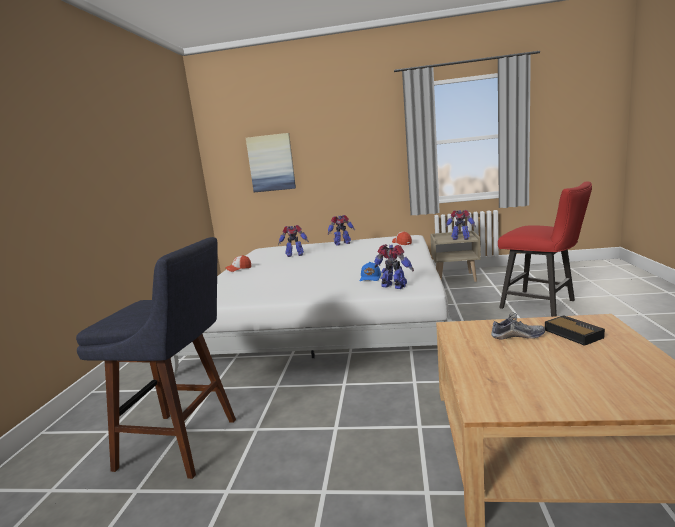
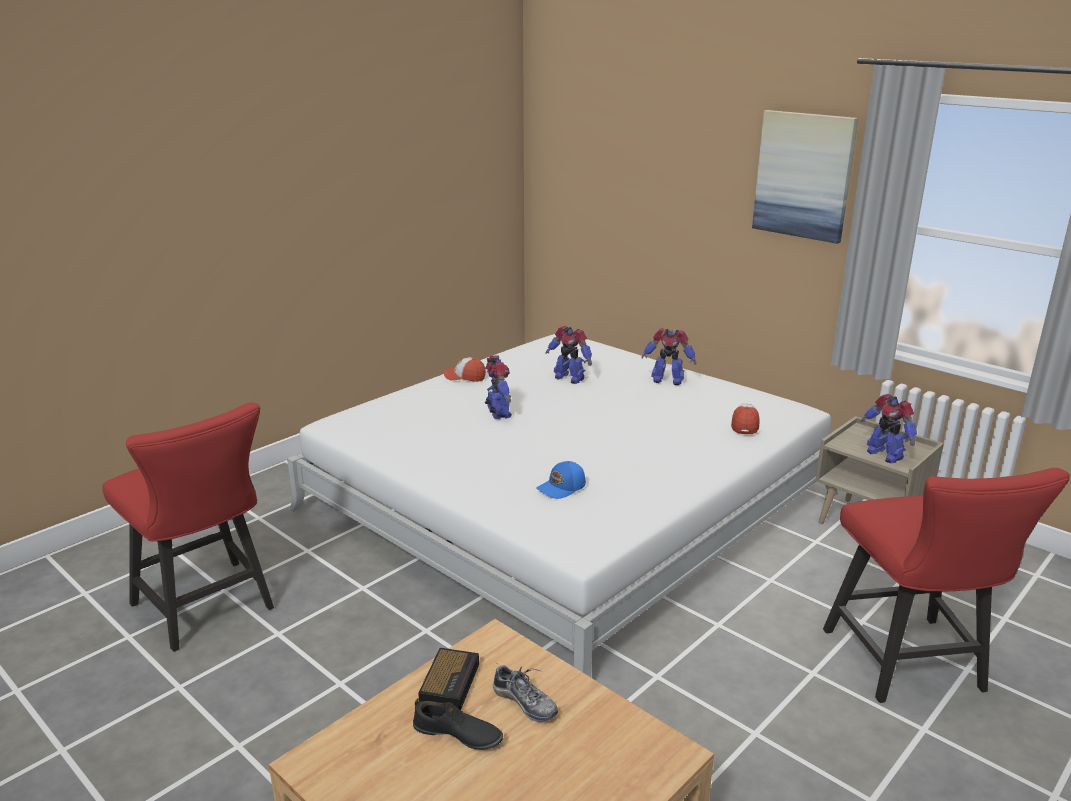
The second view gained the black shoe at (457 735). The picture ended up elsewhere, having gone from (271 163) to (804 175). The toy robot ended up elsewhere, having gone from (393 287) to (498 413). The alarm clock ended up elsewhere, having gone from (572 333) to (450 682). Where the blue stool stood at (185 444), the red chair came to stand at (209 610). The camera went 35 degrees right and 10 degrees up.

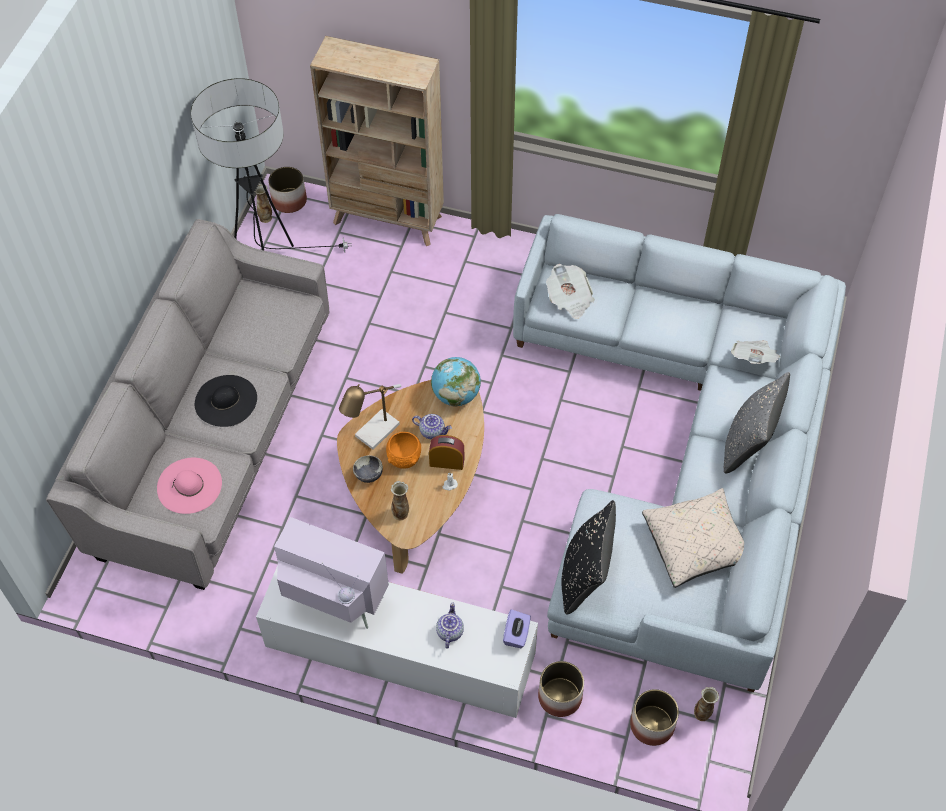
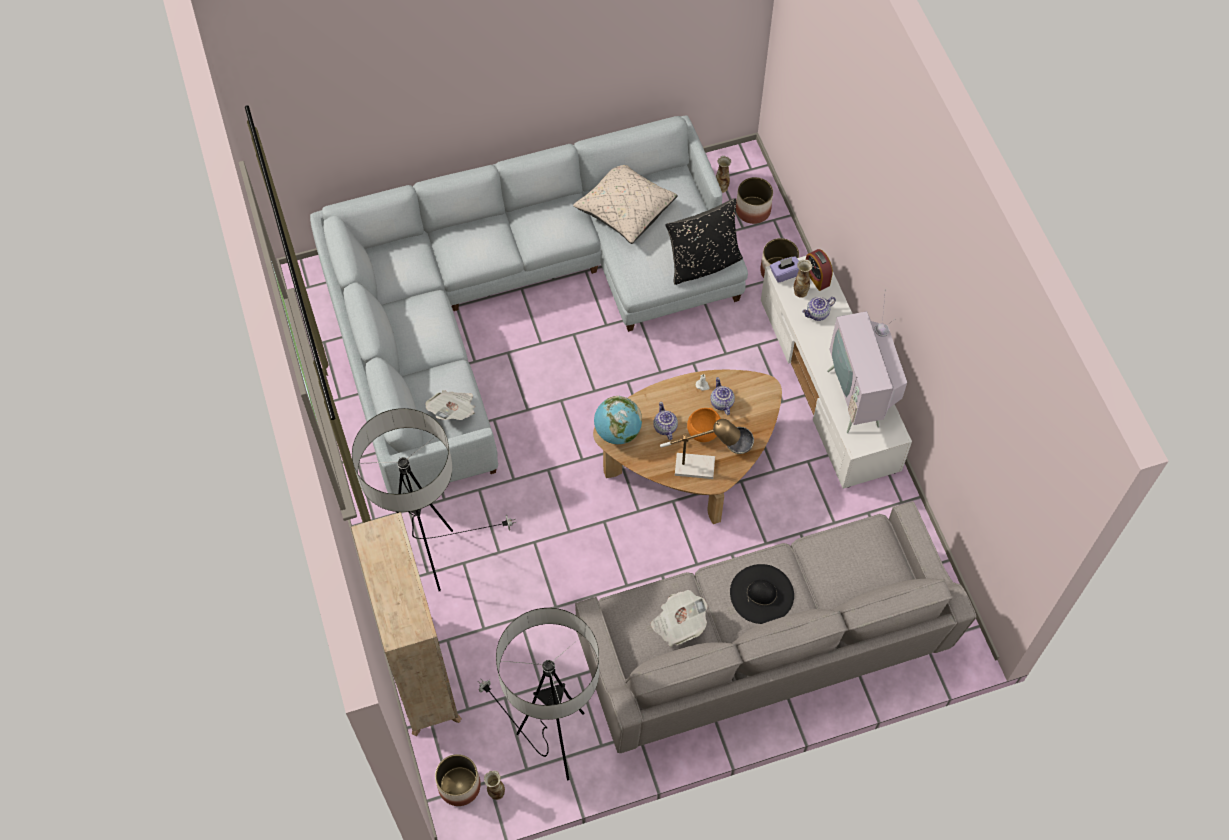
The second view lost the pink hat at (189 485). The second view lost the grey pillow at (747 444). The second view gained the floor lamp at (431 558). The second view gained the teapot at (721 402). The vase ended up elsewhere, having gone from (401 513) to (800 291). The alarm clock ended up elsewhere, having gone from (447 462) to (816 277). The newspaper ended up elsewhere, having gone from (753 359) to (678 623). The camera went 125 degrees left and 5 degrees up.

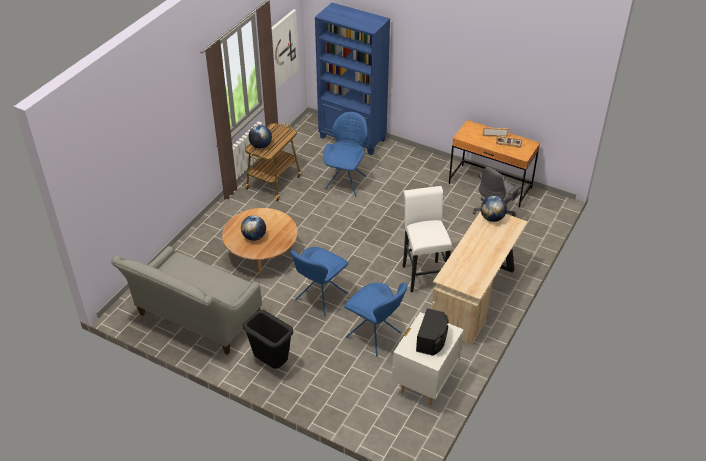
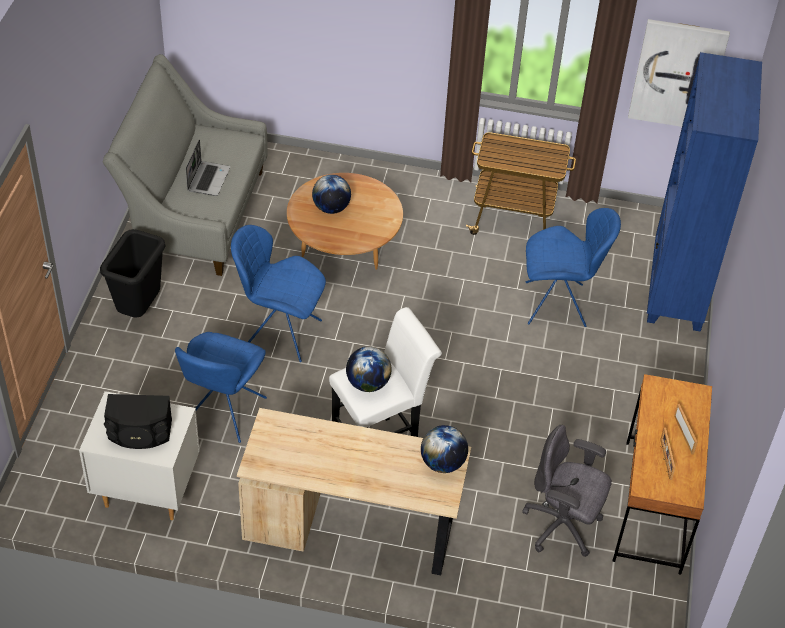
The second view gained the laptop at (208 179). The globe ended up elsewhere, having gone from (261 146) to (368 383). The camera went 70 degrees right and 5 degrees up.

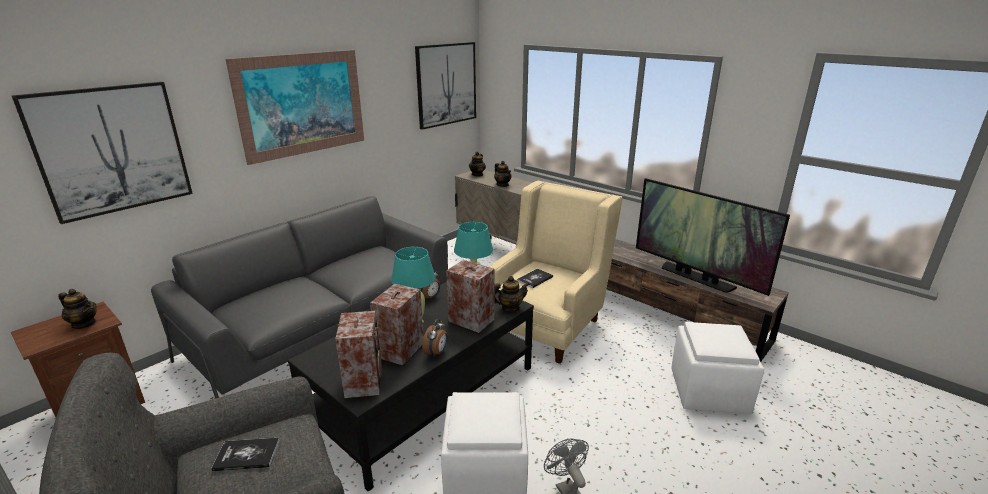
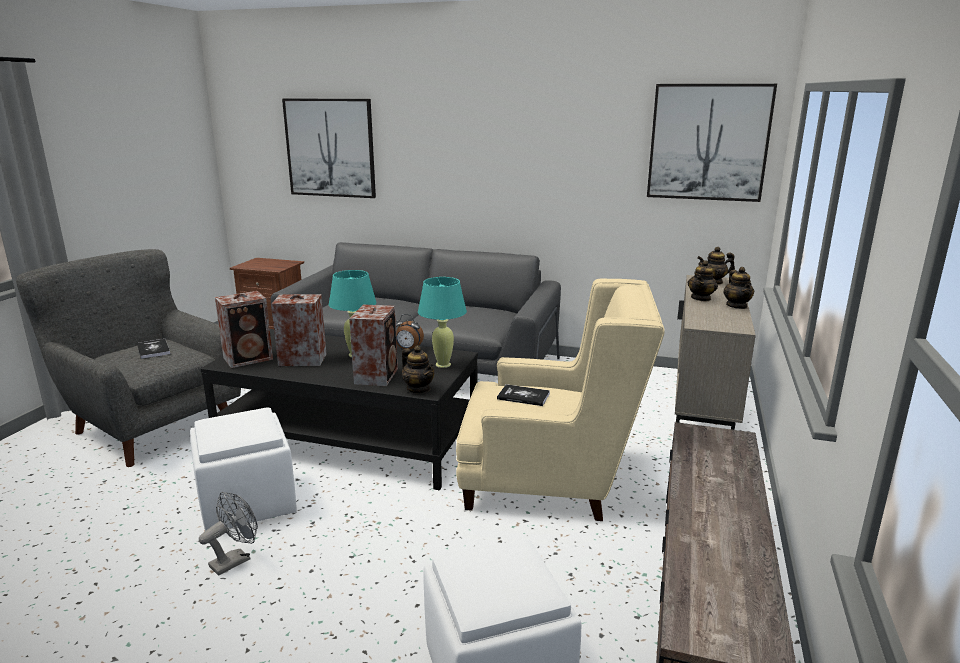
The second view lost the picture at (302 104). The second view lost the alarm clock at (436 353). The second view lost the television at (696 277). The teapot ended up elsewhere, having gone from (84 324) to (737 306). The camera went 65 degrees right and 5 degrees down.

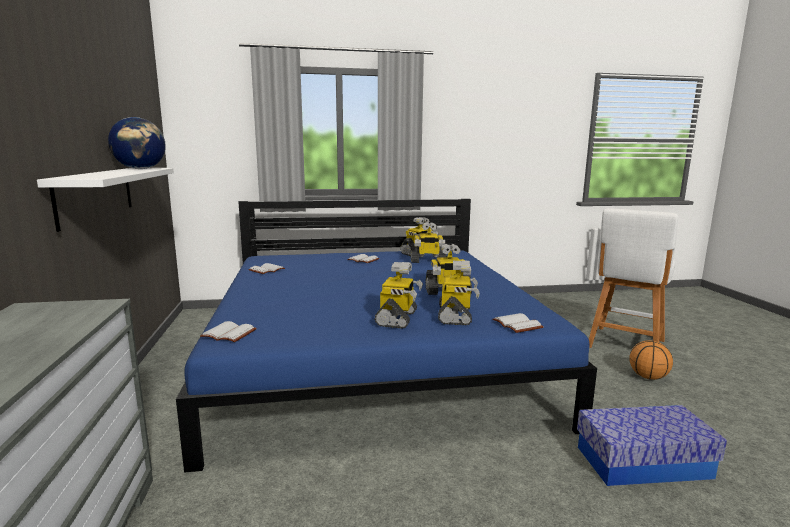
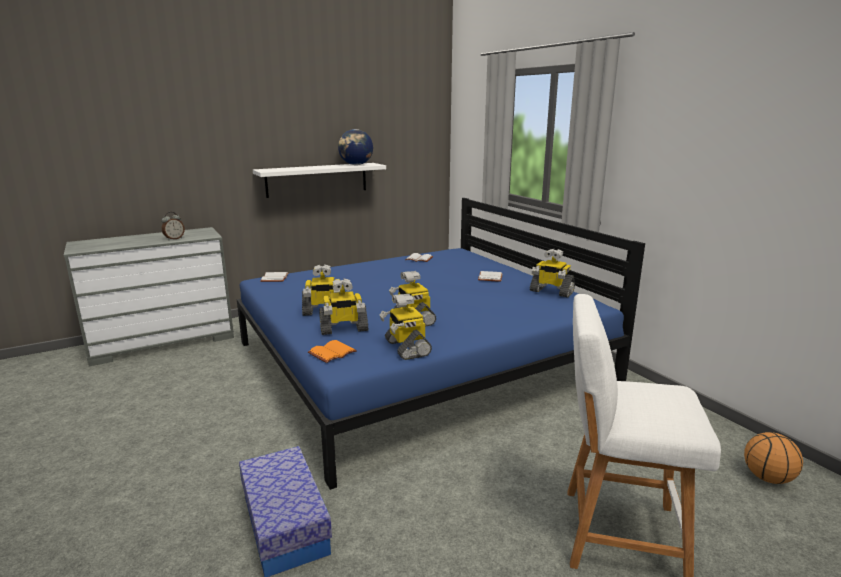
The second view gained the alarm clock at (174 239). The toy robot ended up elsewhere, having gone from (427 261) to (406 348). The basketball ended up elsewhere, having gone from (648 377) to (768 478). What was the white book at (515 324) turned into the orange book at (332 352). The camera went 70 degrees right and 5 degrees up.

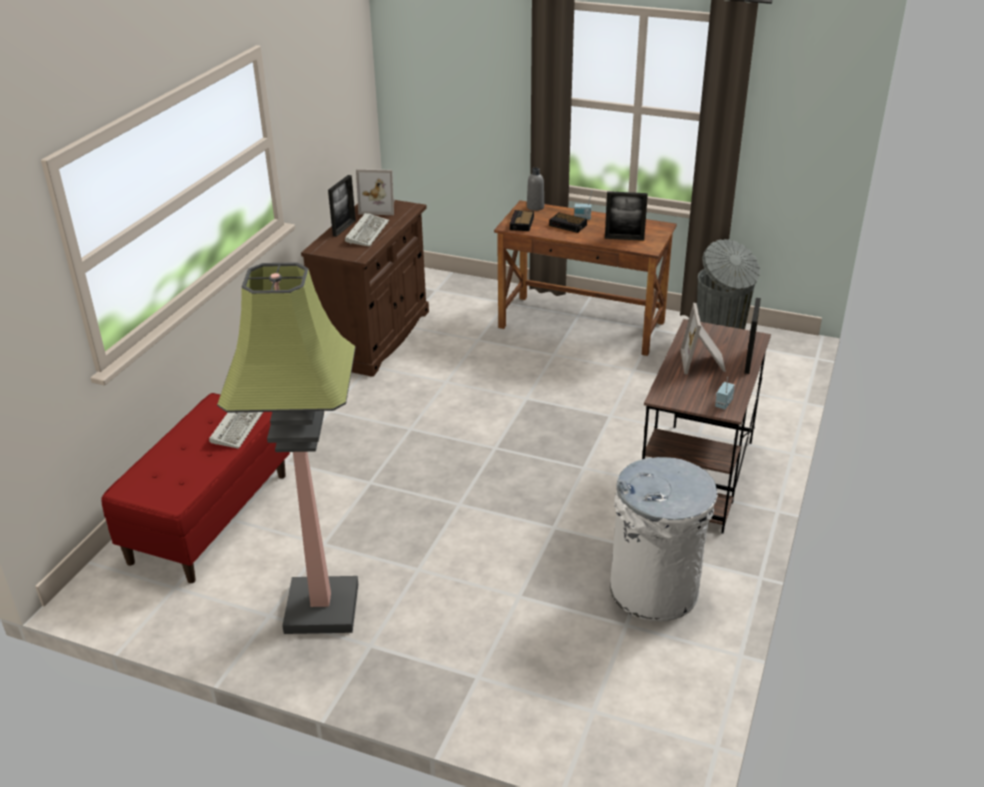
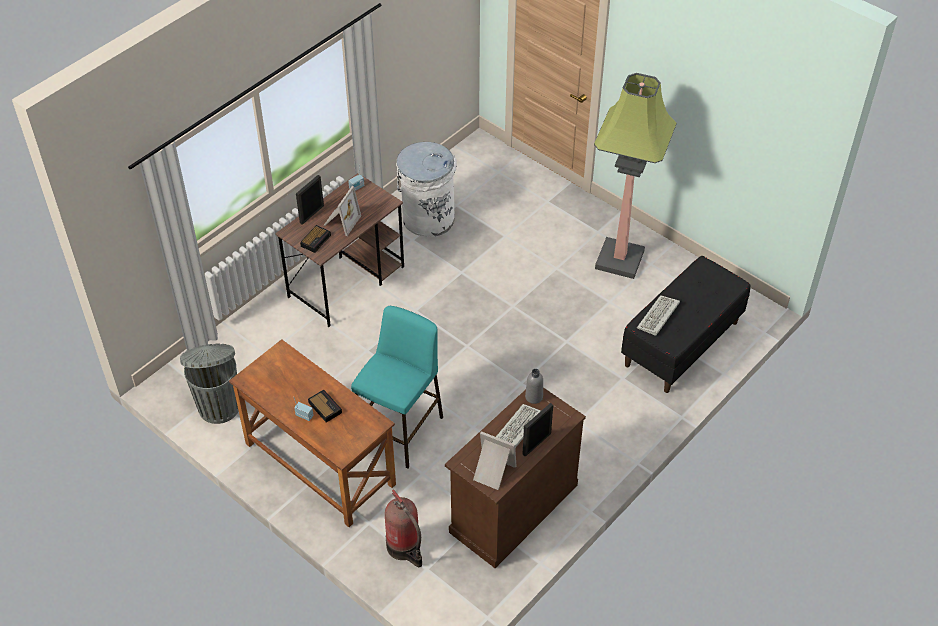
The second view lost the picture frame at (624 238). The second view gained the turquoise stool at (401 430). The second view gained the fire extinguisher at (405 547). The alarm clock ended up elsewhere, having gone from (521 224) to (316 240). The grey bottle ended up elsewhere, having gone from (535 207) to (534 397). What was the red bench at (209 517) turned into the black bench at (681 344). The camera went 160 degrees left and 15 degrees up.

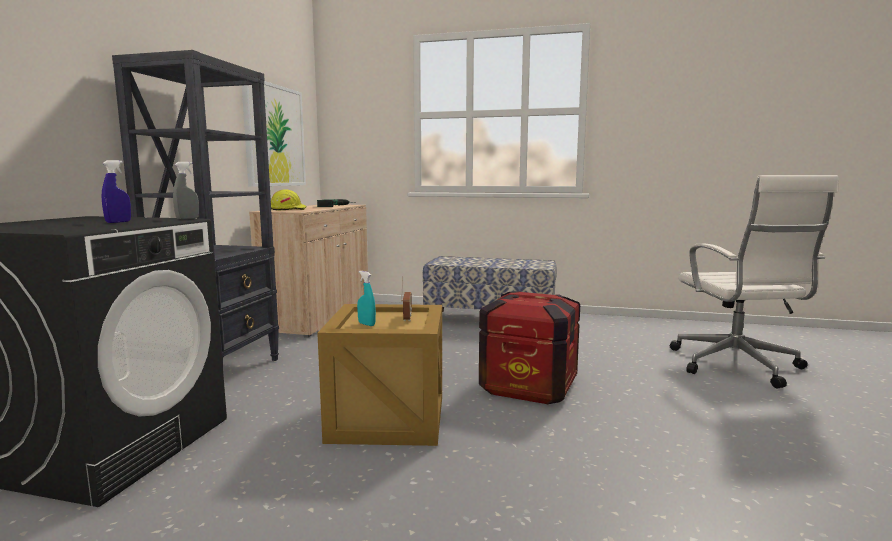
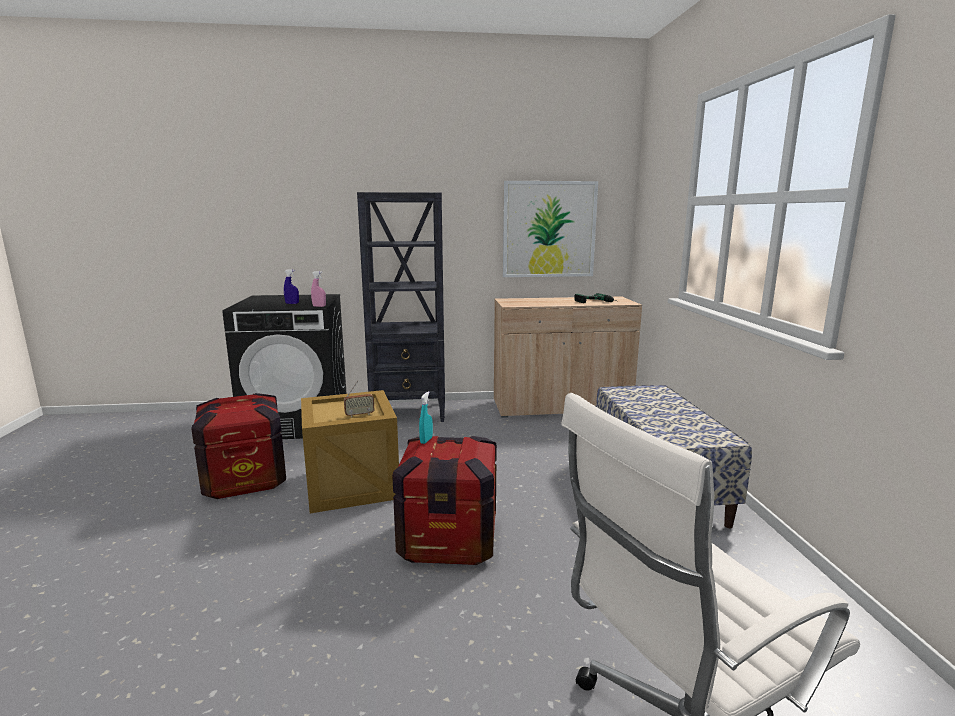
The second view lost the yellow hard hat at (288 209). The second view gained the crate at (245 479). The turquoise spray bottle ended up elsewhere, having gone from (366 324) to (426 440). What was the grey spray bottle at (187 219) turned into the pink spray bottle at (319 306). The camera went 70 degrees right and 5 degrees up.

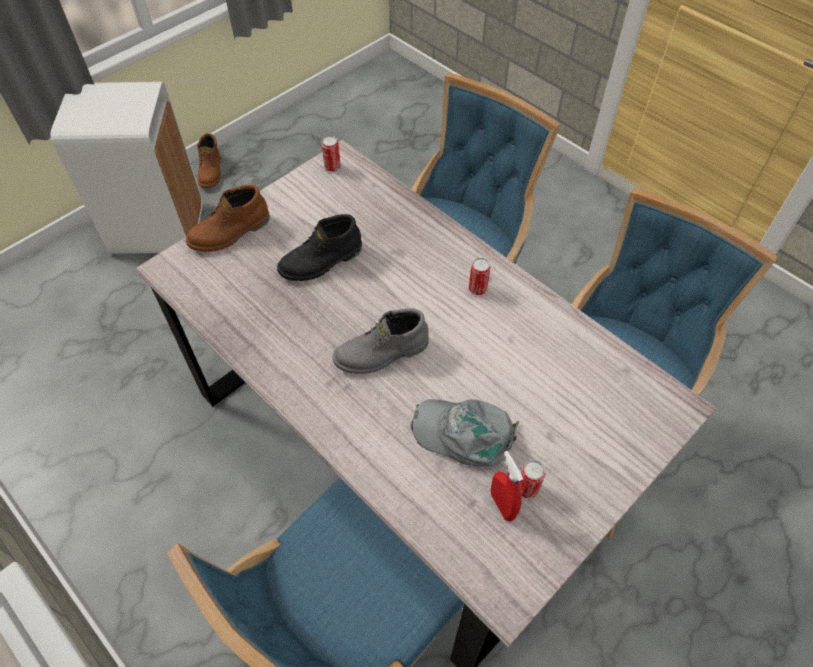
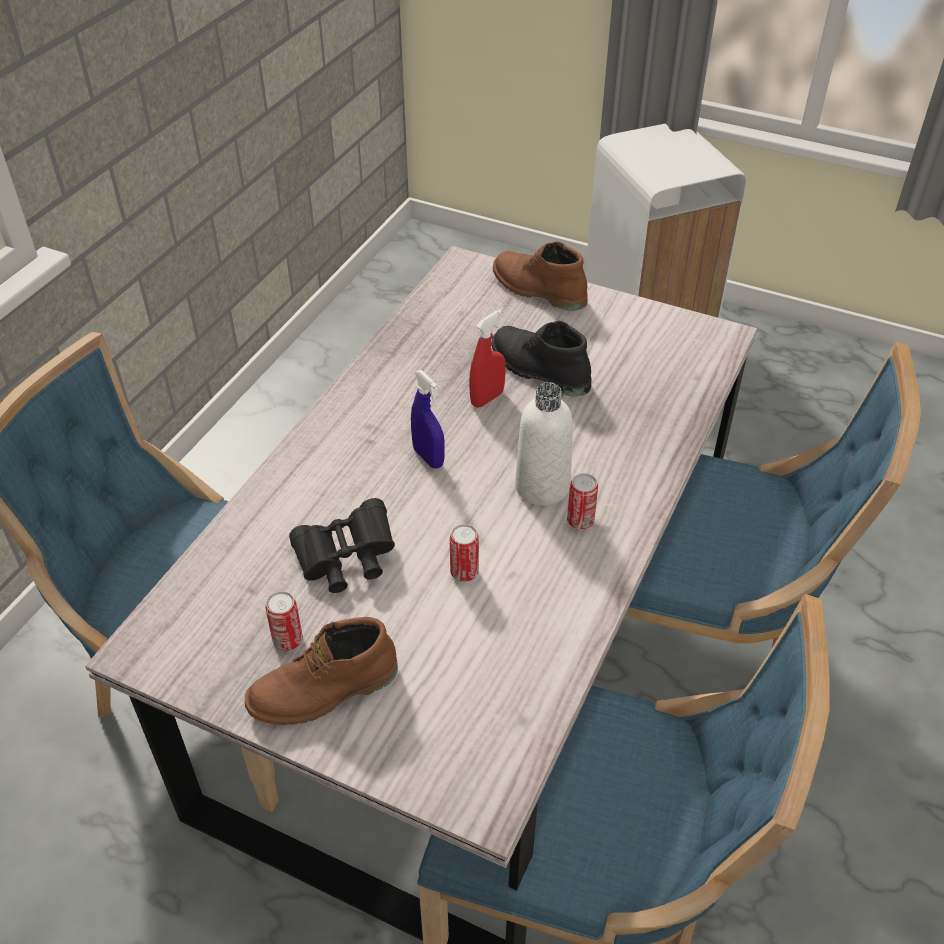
The second view gained the white bottle at (542 487). The brown boot ended up elsewhere, having gone from (211 172) to (324 692). The can ended up elsewhere, having gone from (332 167) to (464 572). The red spray bottle ended up elsewhere, having gone from (502 505) to (487 398). Where the grey boot stood at (382 354), the blue spray bottle came to stand at (428 458). Where the grey cap stood at (464 433), the black binoculars came to stand at (346 561). The camera went 70 degrees right and 10 degrees down.

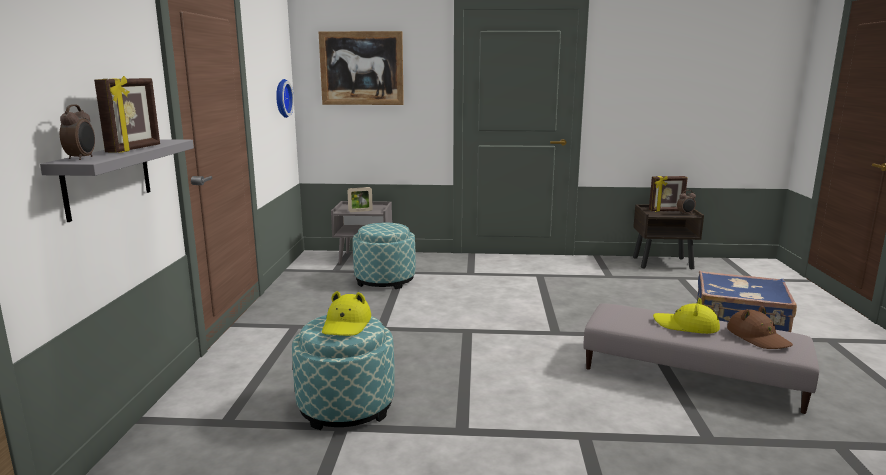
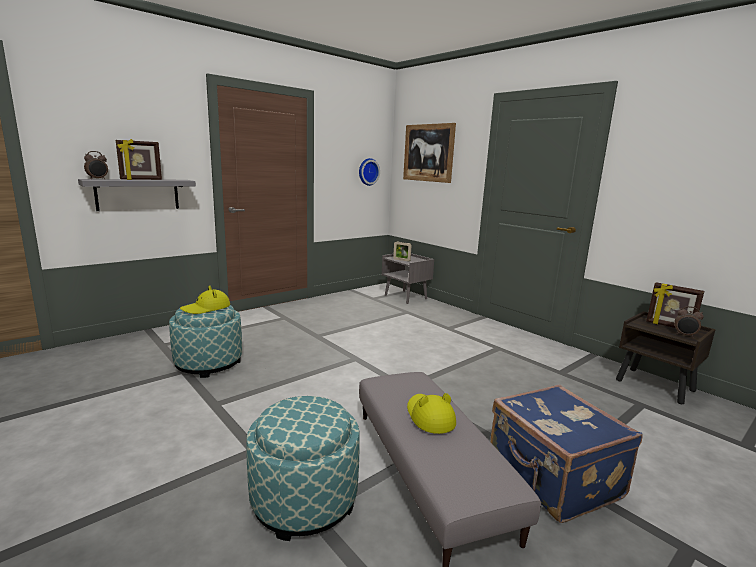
The second view lost the brown hat at (758 337). The ottoman ended up elsewhere, having gone from (385 280) to (304 500). The camera went 45 degrees right and 0 degrees up.

